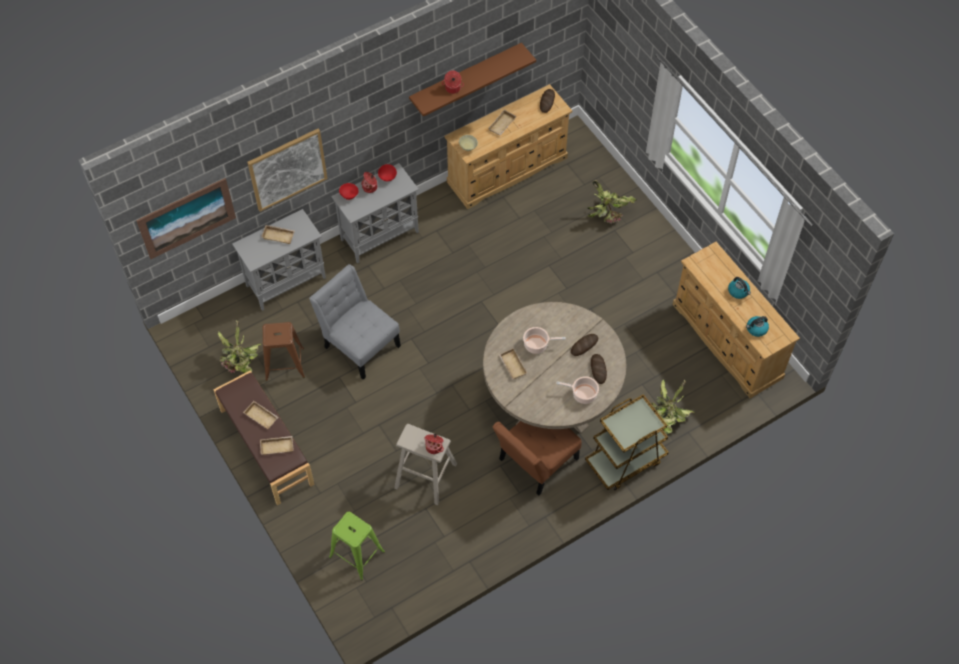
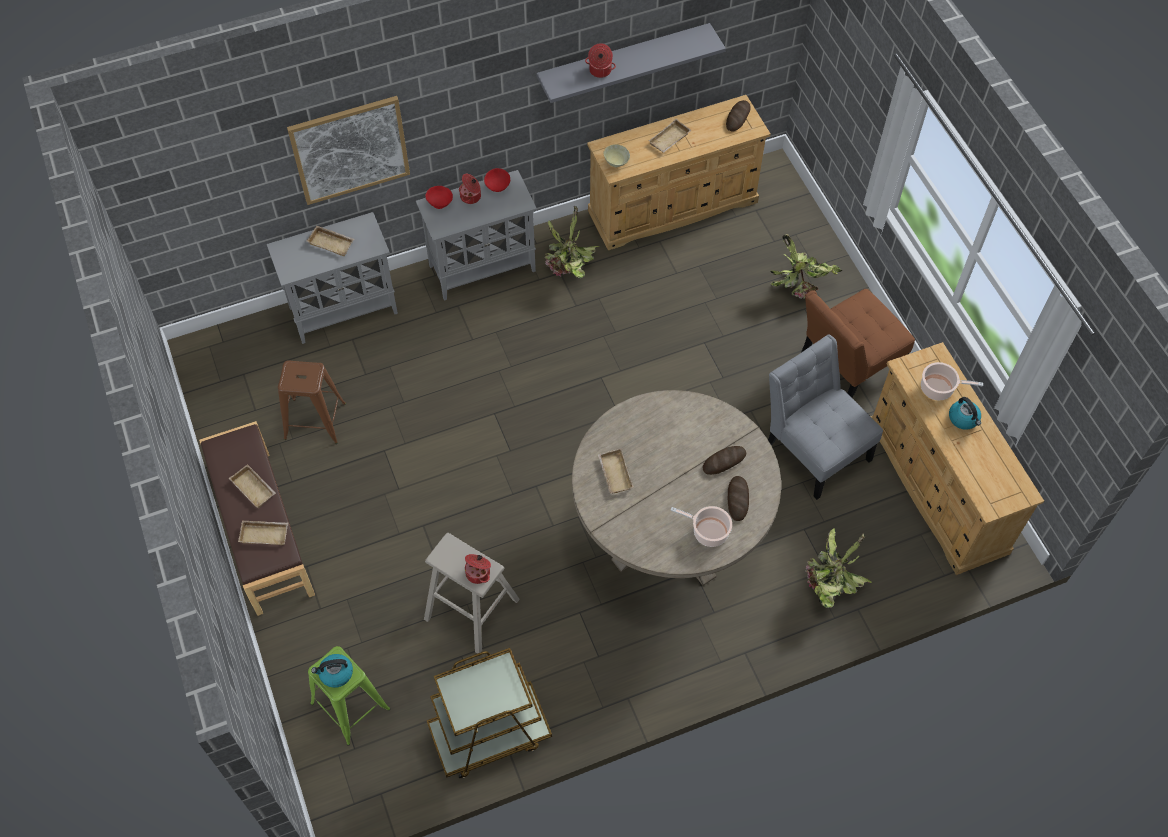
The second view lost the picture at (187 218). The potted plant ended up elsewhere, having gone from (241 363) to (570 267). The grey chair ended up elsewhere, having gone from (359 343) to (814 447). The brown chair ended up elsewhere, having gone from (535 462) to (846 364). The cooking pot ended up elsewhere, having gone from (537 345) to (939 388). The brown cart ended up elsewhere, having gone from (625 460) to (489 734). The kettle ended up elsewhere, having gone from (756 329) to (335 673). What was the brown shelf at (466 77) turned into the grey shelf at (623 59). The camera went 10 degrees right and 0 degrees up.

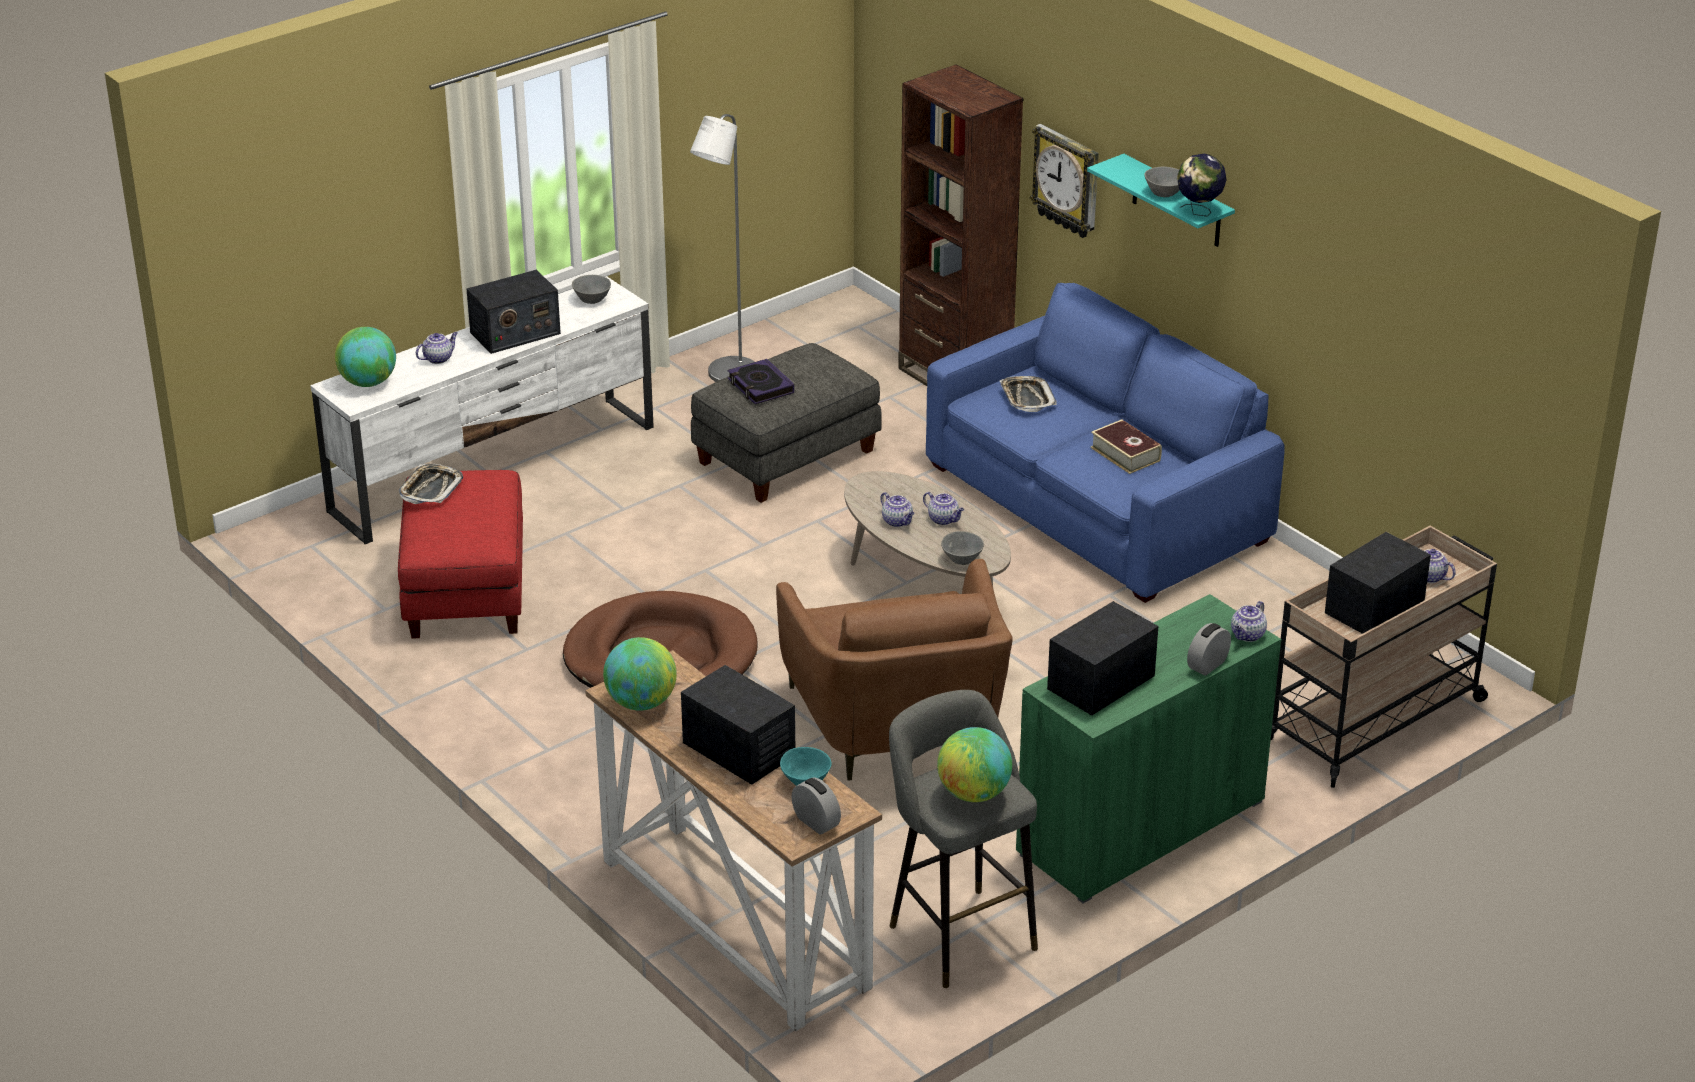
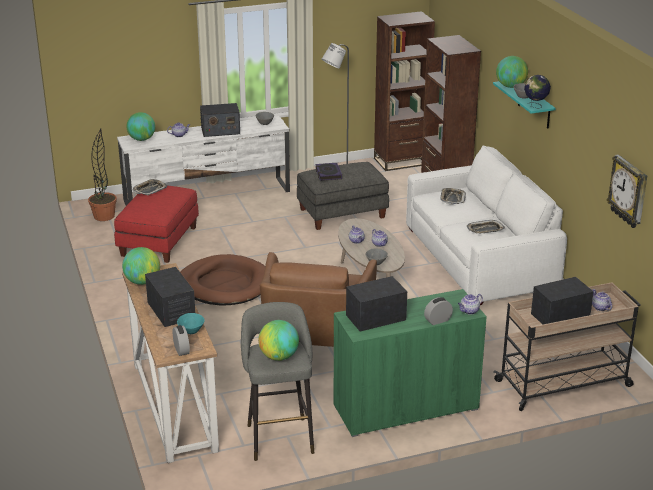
The second view gained the potted plant at (104 216). The second view gained the brown bookcase at (401 161). The second view gained the globe at (510 86). The wall clock ended up elsewhere, having gone from (1067 181) to (629 192). Where the book stood at (1125 454), the tray came to stand at (485 230). What was the blue sofa at (1097 503) turned into the white sofa at (480 258). The camera went 20 degrees right and 5 degrees down.

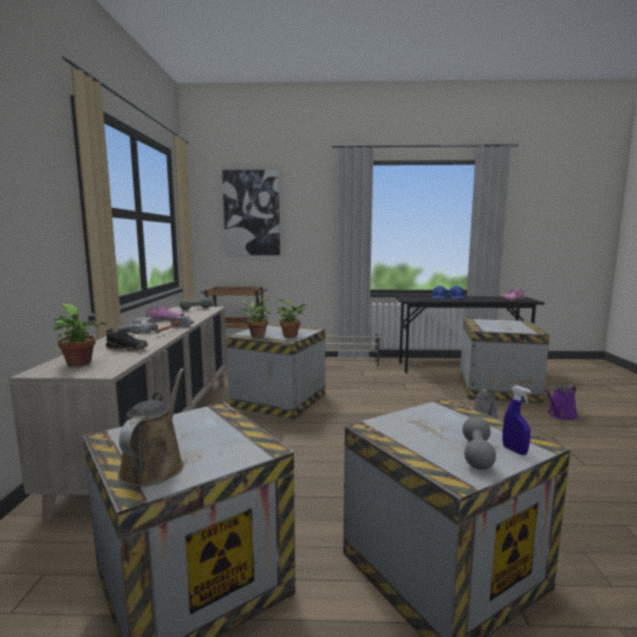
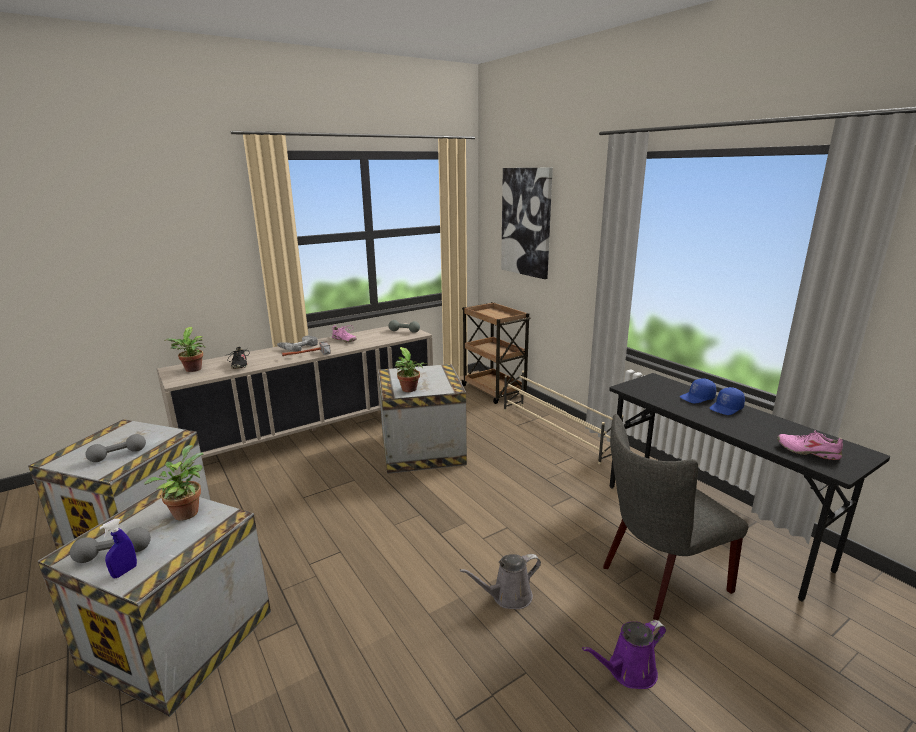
The second view lost the brown watering can at (155 465). The second view gained the grey dumbbell at (118 455). The potted plant ended up elsewhere, having gone from (256 336) to (186 511). Where the crate stood at (496 389), the grey chair came to stand at (658 580). The purple watering can at (560 415) ended up facing another way, 45 degrees counterclockwise from before. The camera went 55 degrees right and 10 degrees up.

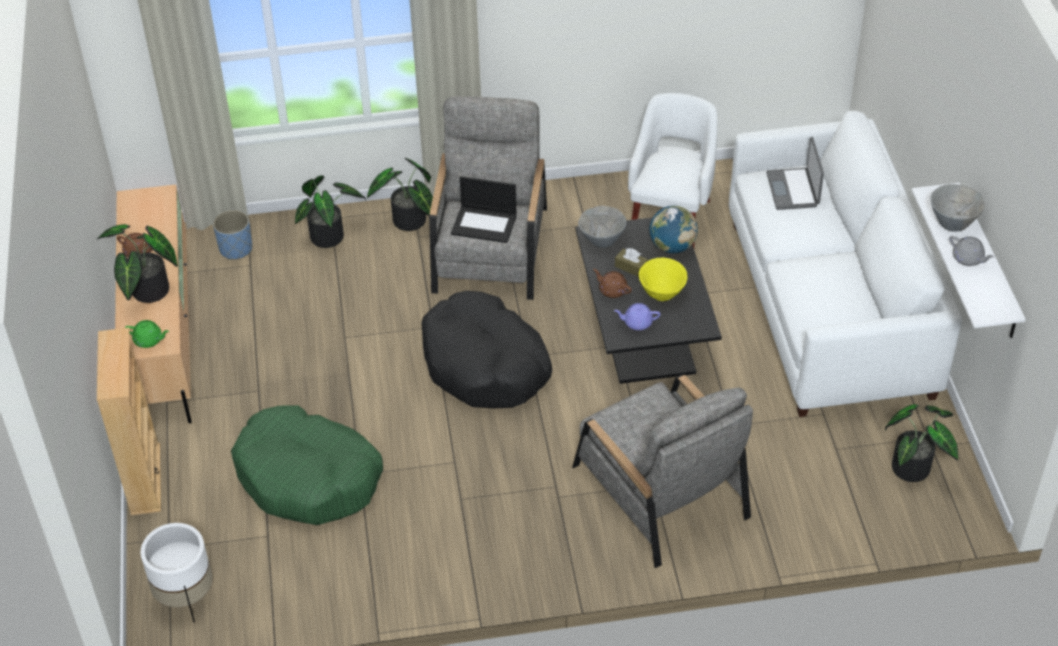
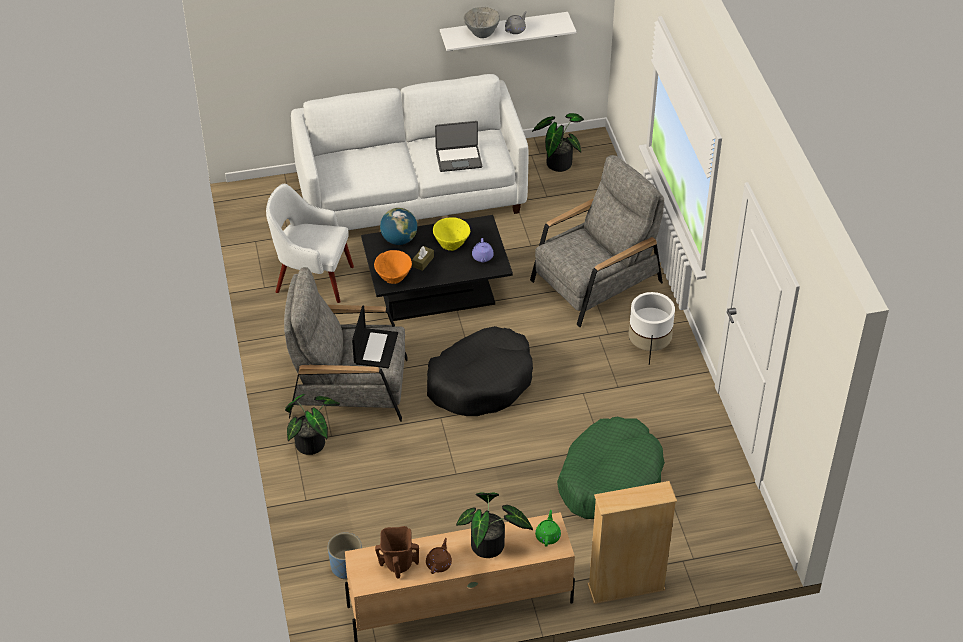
The second view lost the potted plant at (331 237). The second view lost the brown teapot at (612 290). The second view gained the brown vase at (397 564). The white planter ended up elsewhere, having gone from (185 597) to (649 348). The laptop ended up elsewhere, having gone from (793 190) to (458 158). What was the grey bowl at (601 241) turned into the orange bowl at (393 278). The camera went 95 degrees left and 0 degrees up.

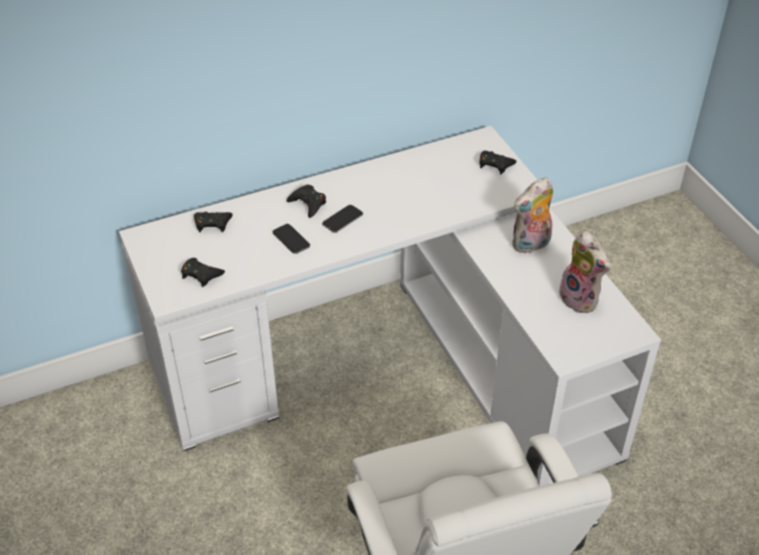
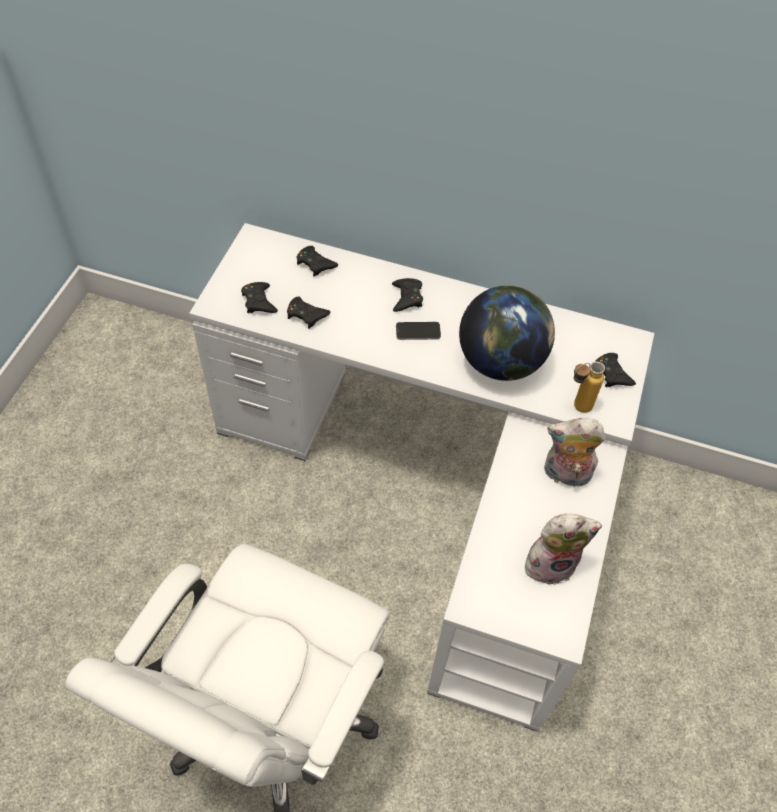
The second view lost the phone at (291 239). The second view gained the black game controller at (306 315). The second view gained the globe at (500 361). The second view gained the bottle at (576 408). The plush toy at (581 299) ended up facing another way, 105 degrees counterclockwise from before. The camera went 40 degrees right and 10 degrees up.

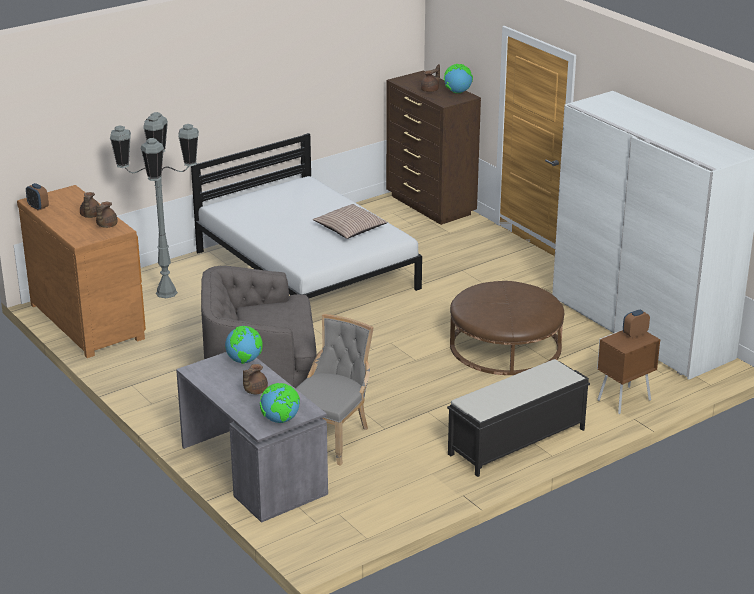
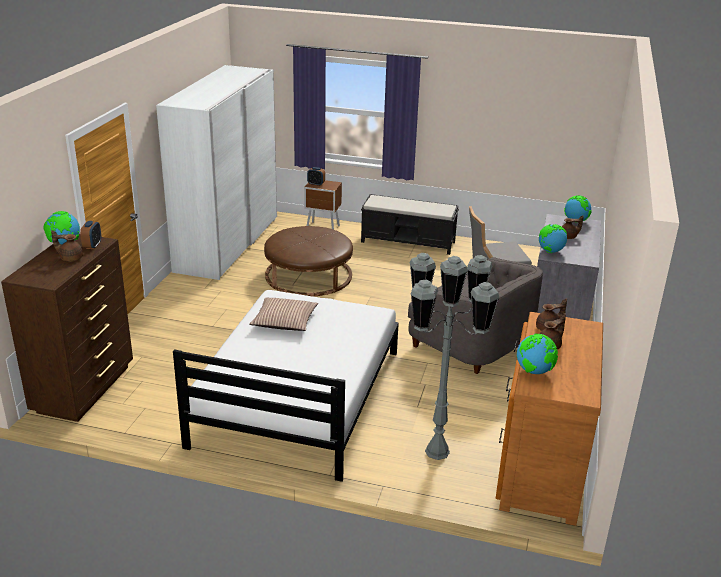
The second view gained the globe at (534 371). The alarm clock ended up elsewhere, having gone from (38 207) to (92 246). The camera went 130 degrees left and 0 degrees up.

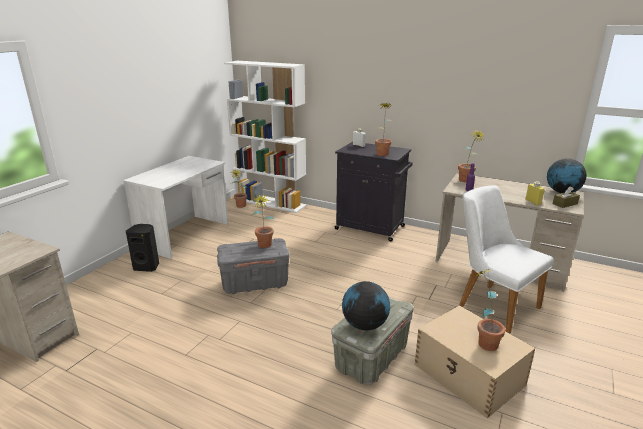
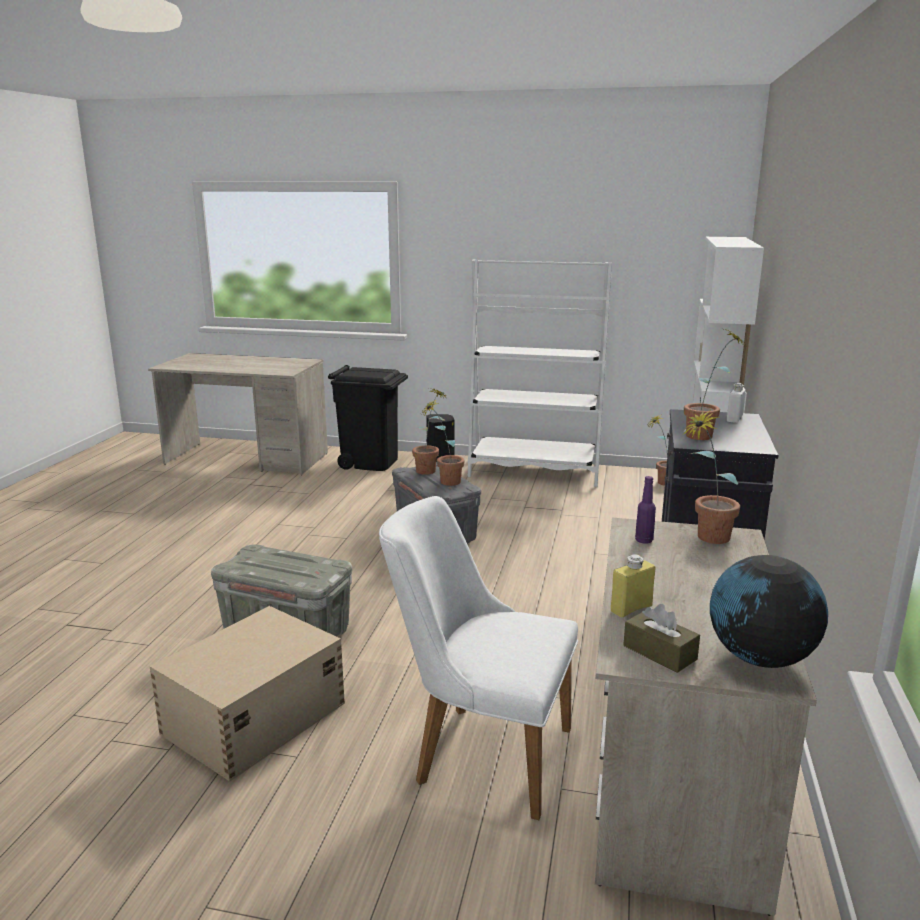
The second view lost the globe at (364 325). The second view gained the black trash can at (371 462). The potted plant ended up elsewhere, having gone from (483 341) to (430 469). Where the white desk stood at (185 235), the white bookcase came to stand at (534 471). The white chair at (492 303) ended up facing another way, 105 degrees counterclockwise from before. The camera went 75 degrees right and 5 degrees down.

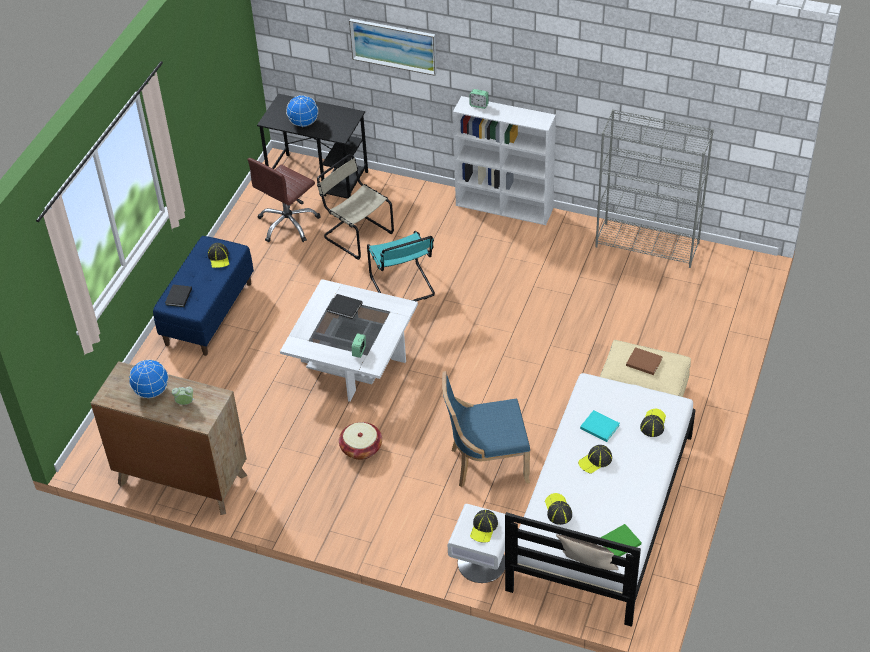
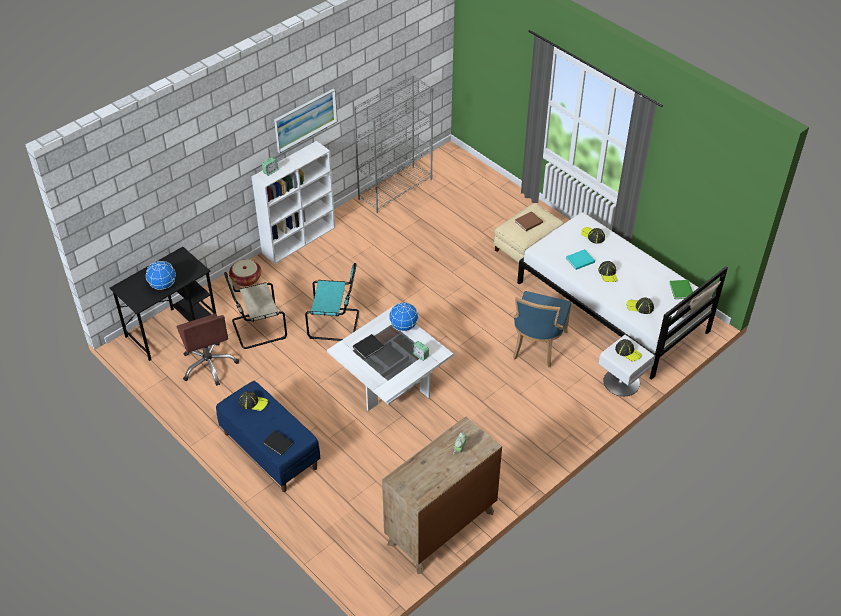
The globe ended up elsewhere, having gone from (152 391) to (403 326). The basket ended up elsewhere, having gone from (361 448) to (246 279). The picture ended up elsewhere, having gone from (393 46) to (305 120). The camera went 65 degrees left and 0 degrees up.

